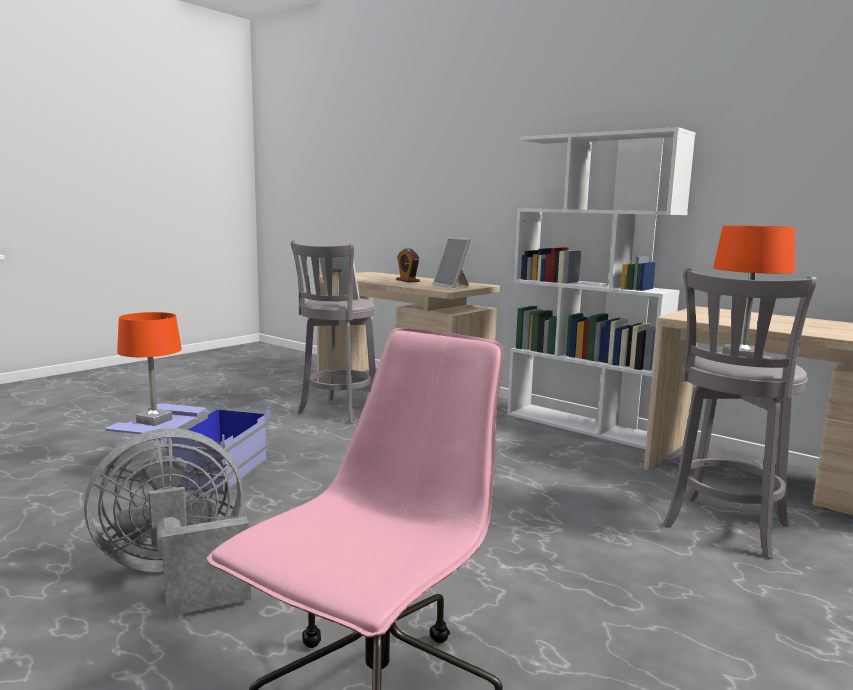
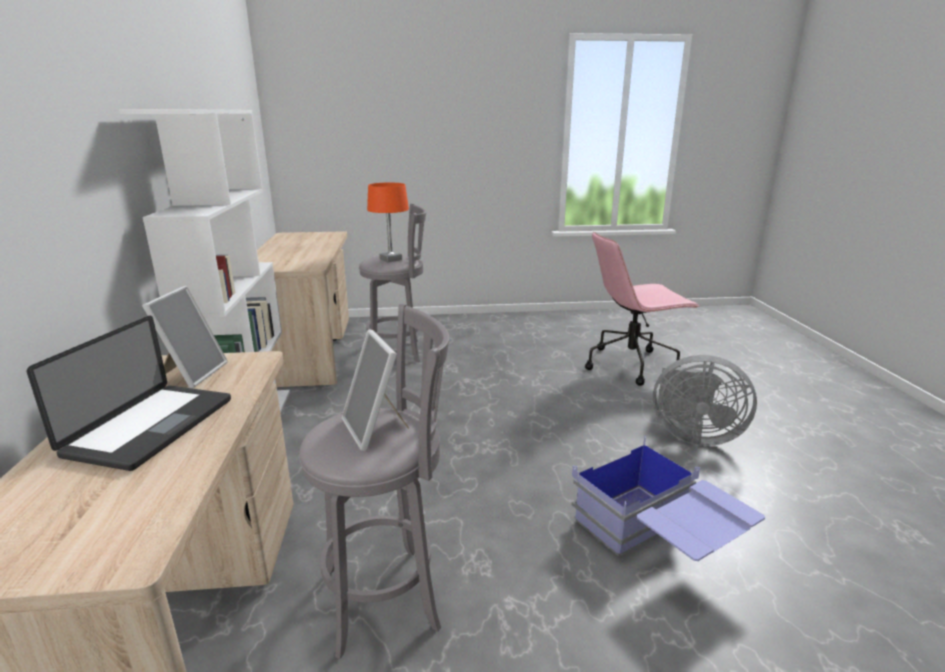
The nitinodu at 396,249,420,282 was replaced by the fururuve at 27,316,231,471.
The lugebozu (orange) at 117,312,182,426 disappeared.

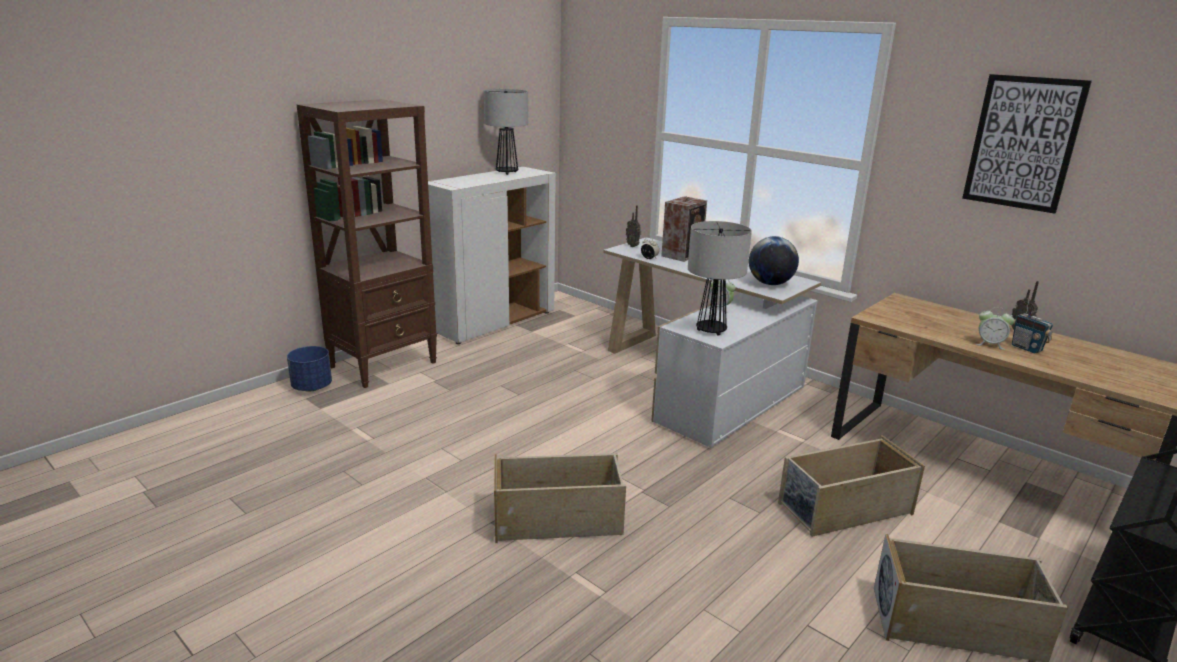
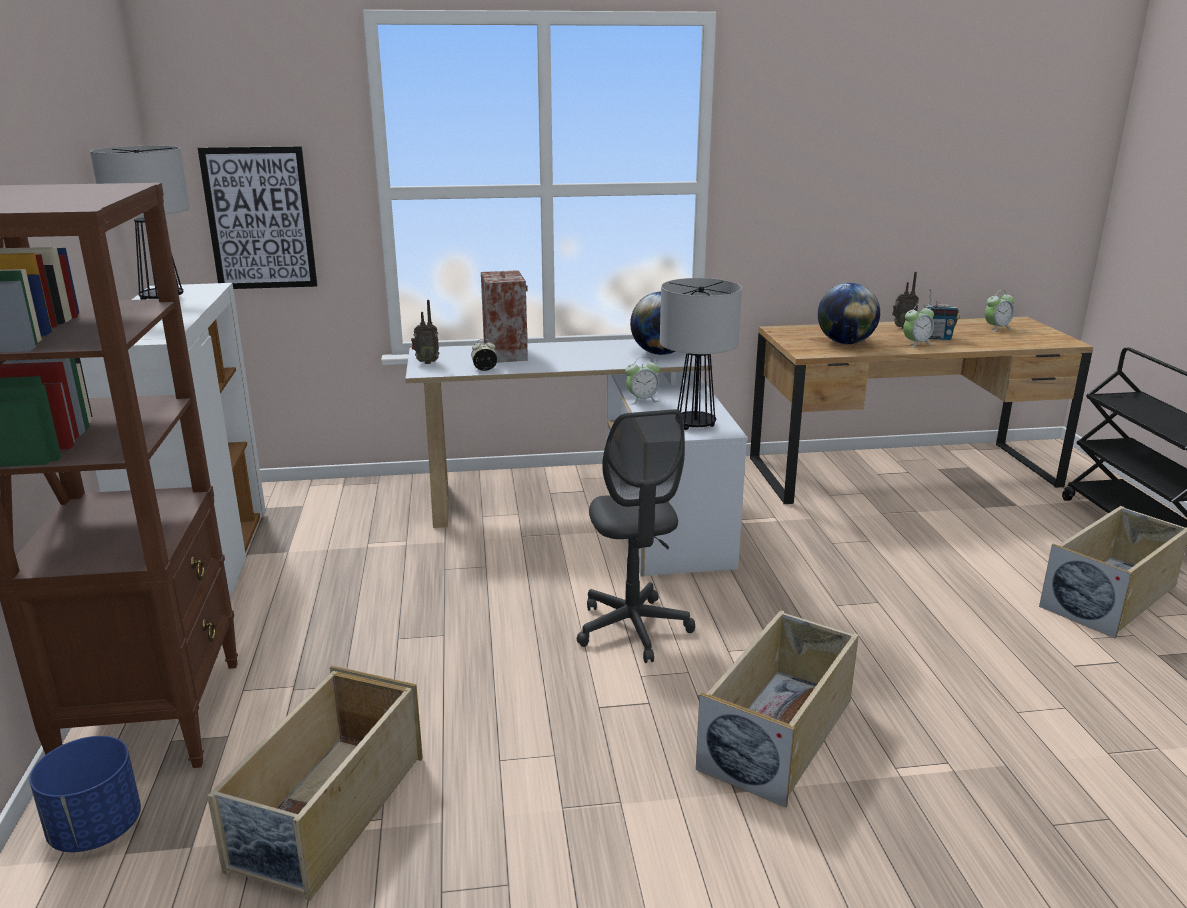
The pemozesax moved from 962,74,1092,214 to 198,146,318,289.
The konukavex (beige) moved from 778,435,925,537 to 207,665,423,900.
The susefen at 818,283,880,344 appeared.
The nitinodu at 985,290,1014,332 appeared.
The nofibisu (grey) at 577,409,695,663 appeared.

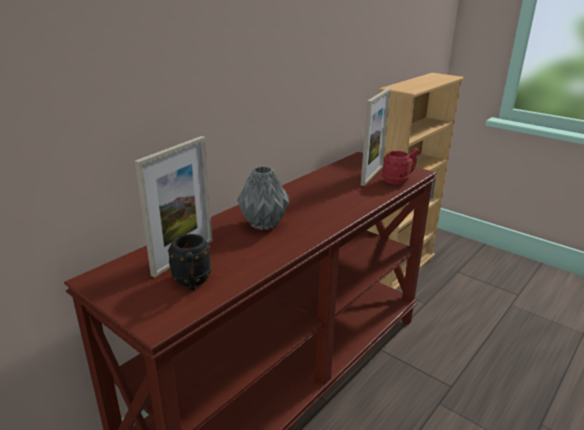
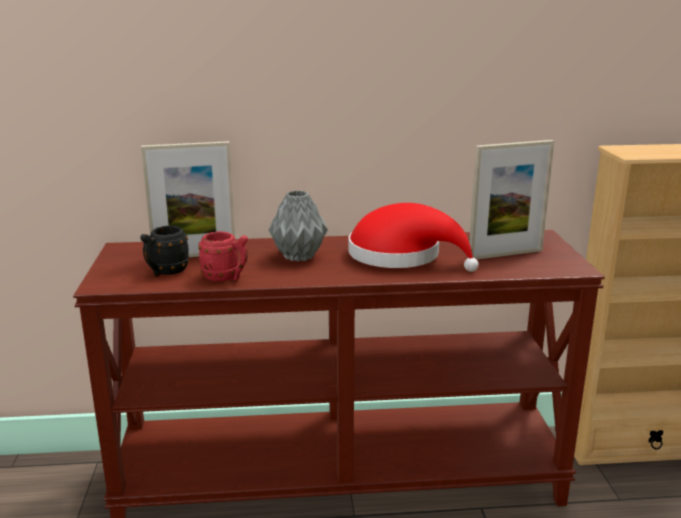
The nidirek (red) moved from 382,148,419,185 to 198,231,248,281.
The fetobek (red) at 348,203,479,272 appeared.

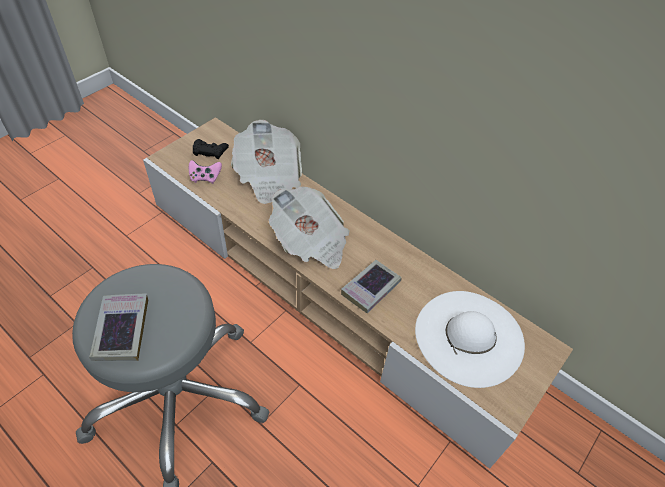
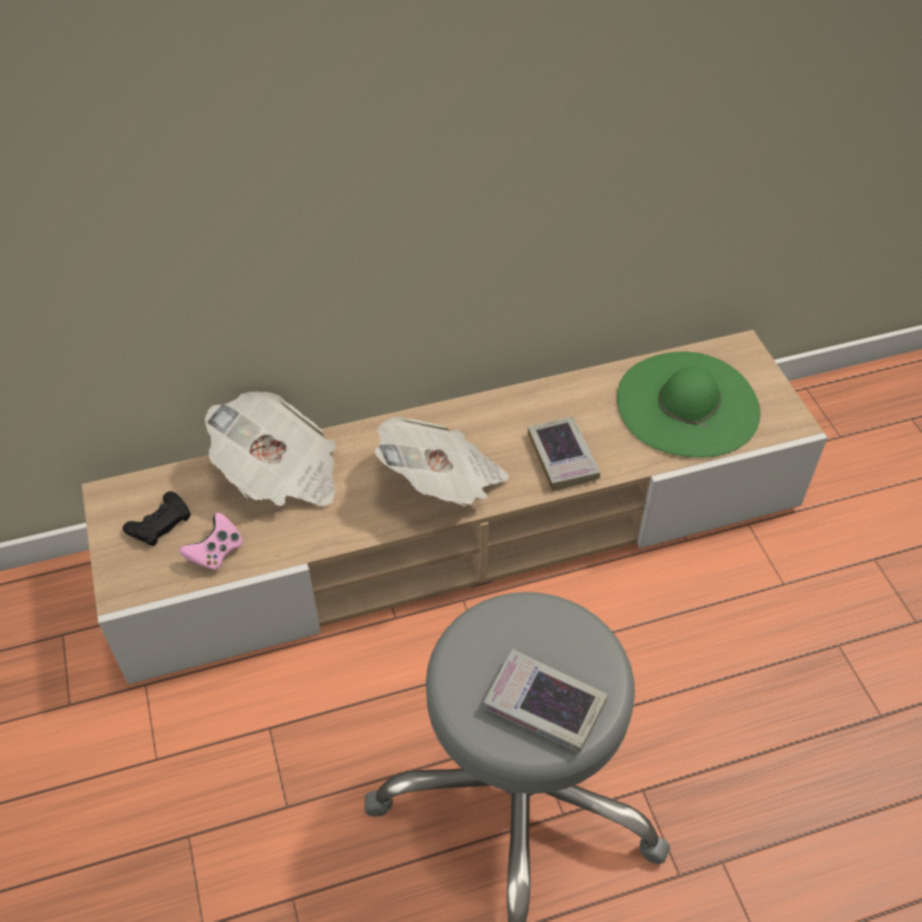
The fetobek (white) at 415,291,525,388 became the fetobek (green) at 617,352,761,457.

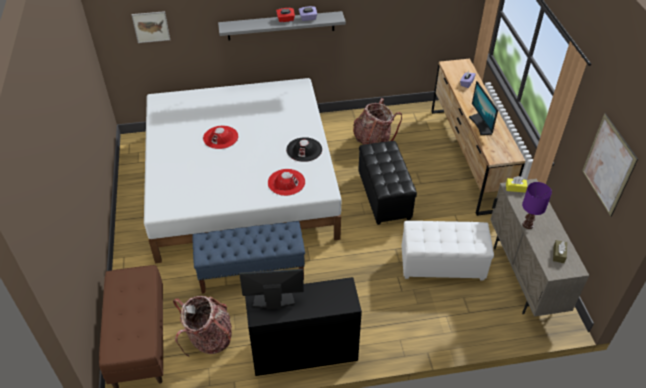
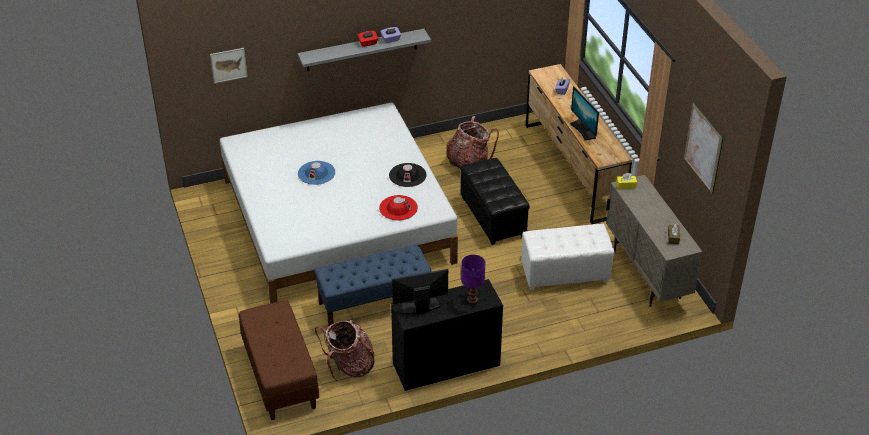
The fetobek (red) at 203,126,238,149 became the fetobek (blue) at 298,161,335,185.
The lugebozu (purple) moved from 522,182,552,229 to 461,255,485,304.

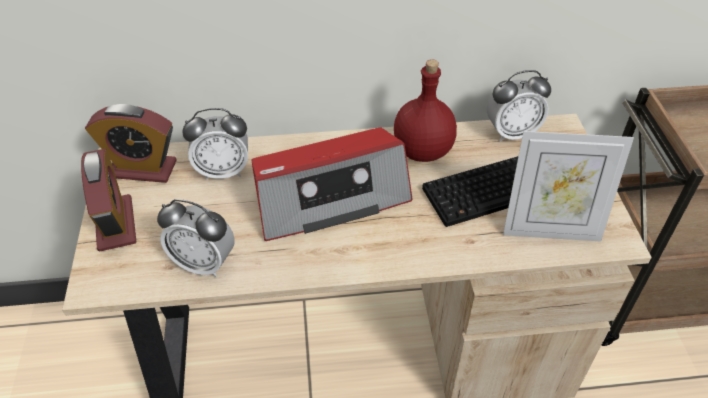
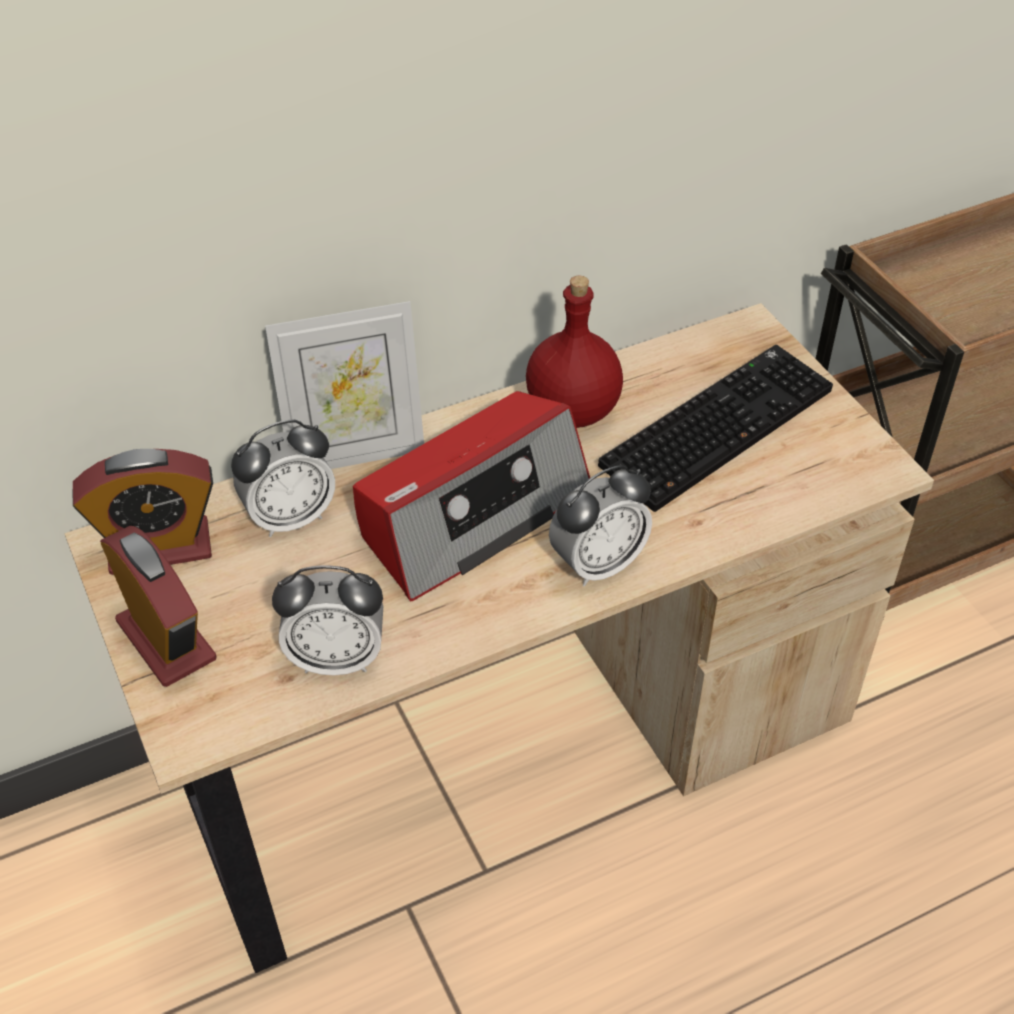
The nitinodu moved from 487,70,551,142 to 549,465,652,586.
The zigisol moved from 503,131,634,241 to 265,301,424,469.

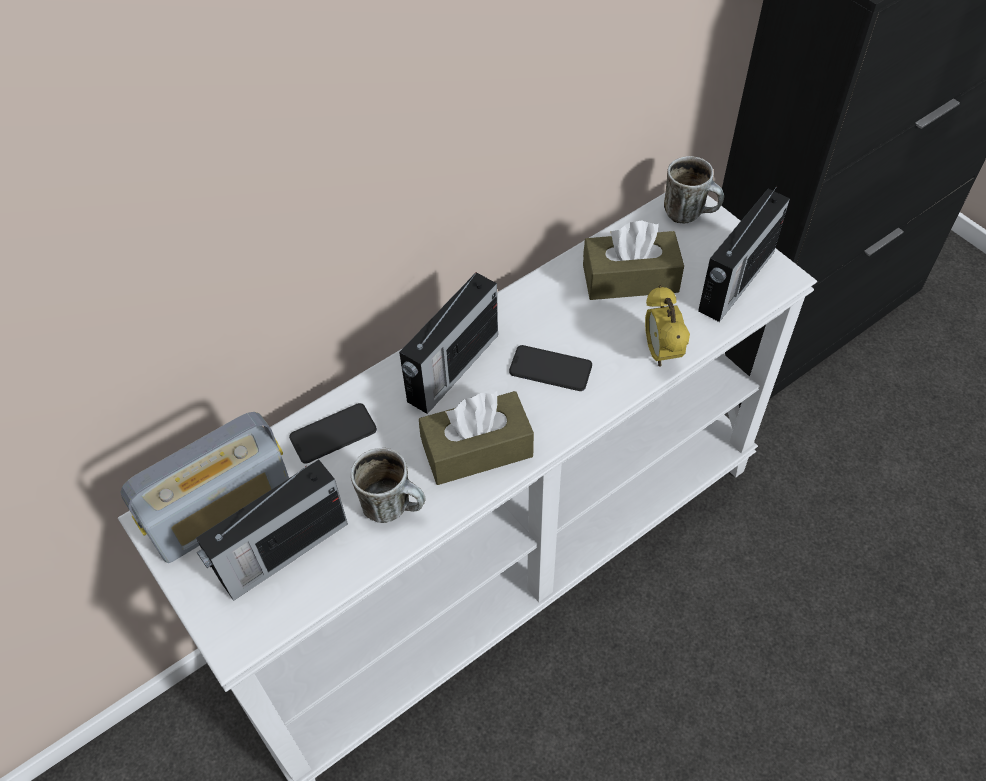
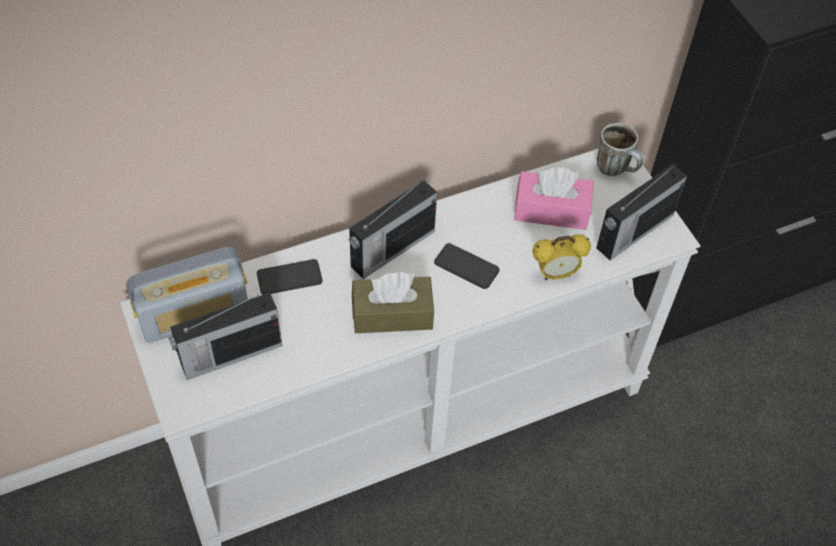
The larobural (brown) at 583,221,684,300 became the larobural (pink) at 514,167,594,230.
The nitinodu at 645,285,690,367 turned 105 degrees counterclockwise.
The nidirek at 351,448,425,523 disappeared.

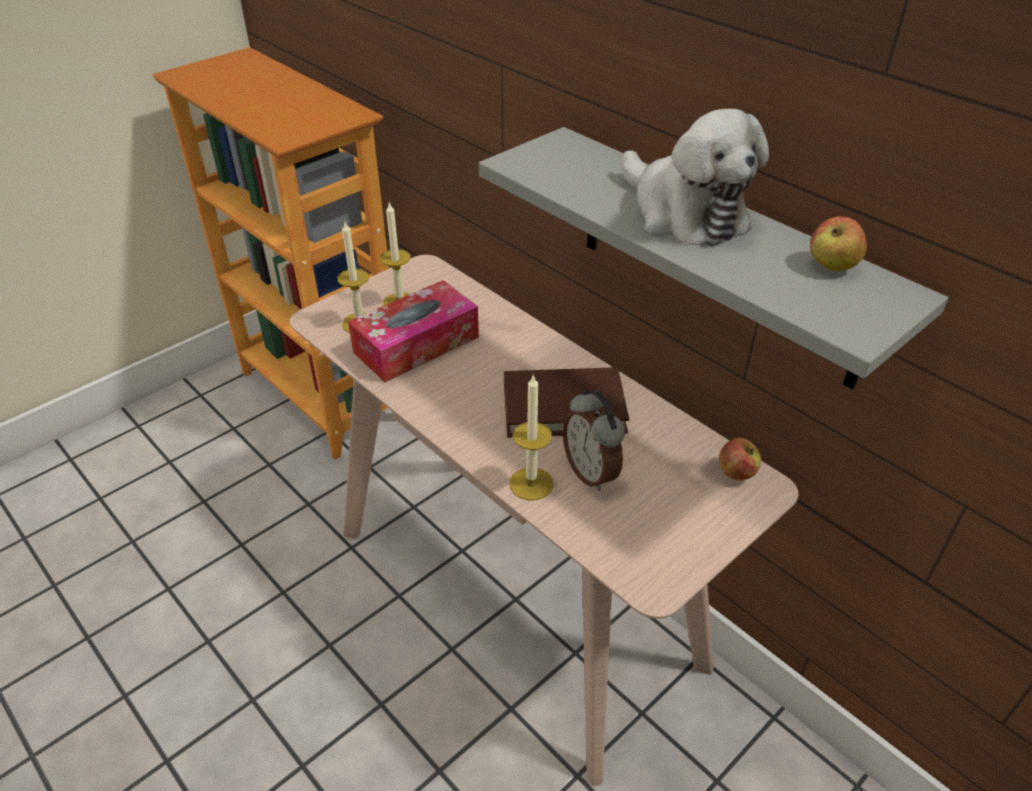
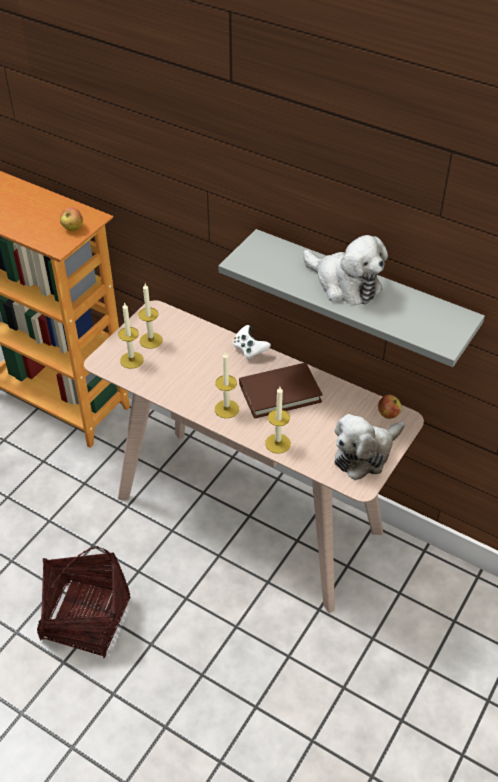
The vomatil moved from 810,216,867,271 to 60,207,83,231.
The larobural at 348,280,479,382 disappeared.
The nitinodu at 562,390,625,491 disappeared.
The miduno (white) at 232,325,271,360 appeared.
The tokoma at 215,351,239,418 appeared.
The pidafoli at 334,414,405,480 appeared.
The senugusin at 37,546,130,658 appeared.

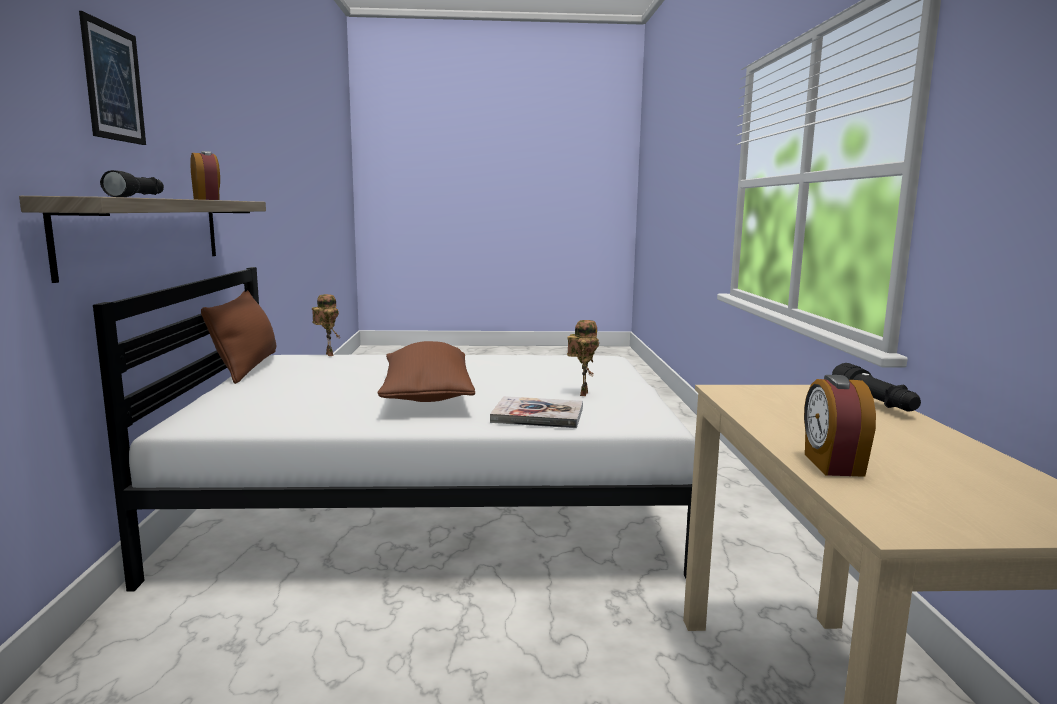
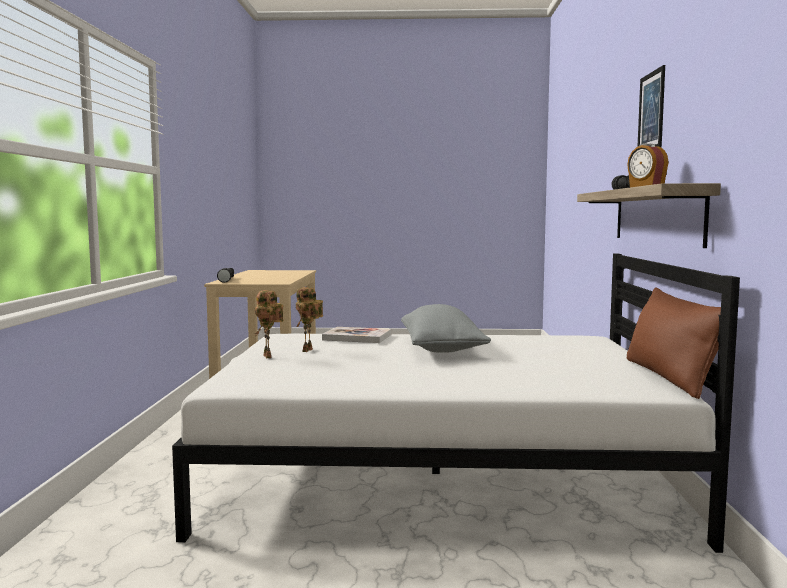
The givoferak moved from 312,294,340,356 to 254,290,284,358.
The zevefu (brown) at 377,341,475,402 became the zevefu (grey) at 401,304,491,353.
The nitinodu at 804,375,876,477 disappeared.

